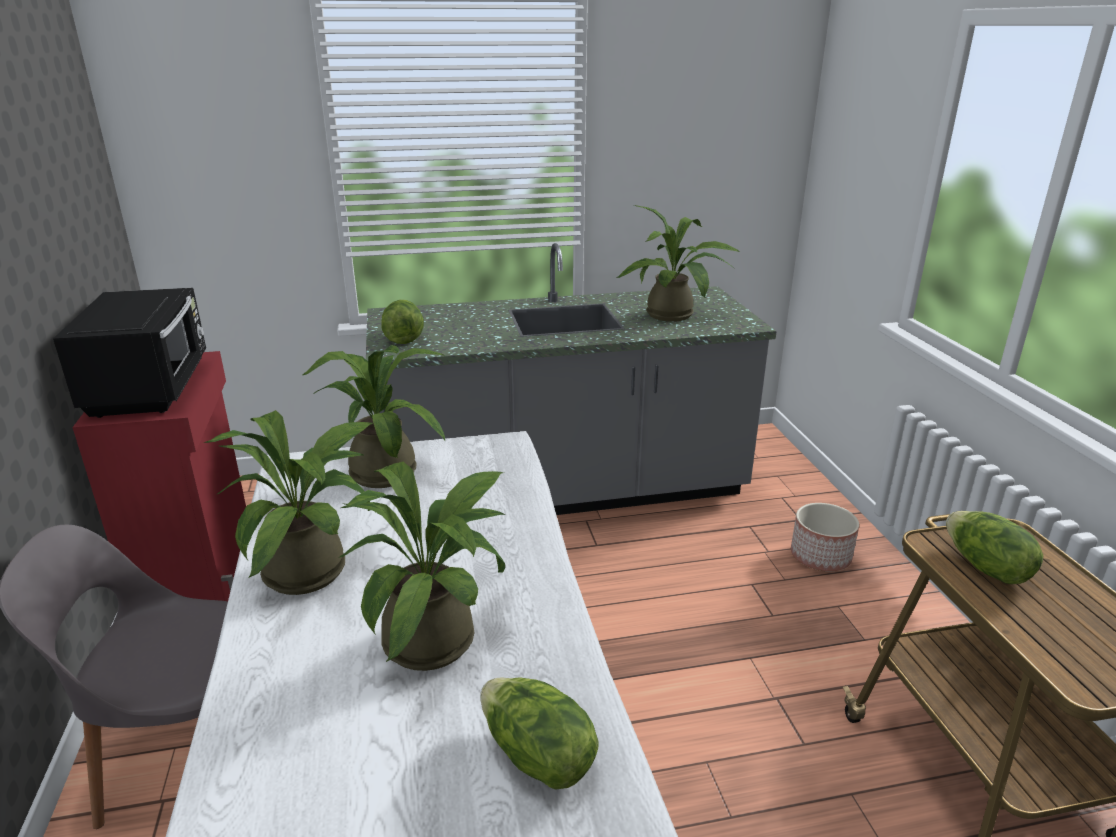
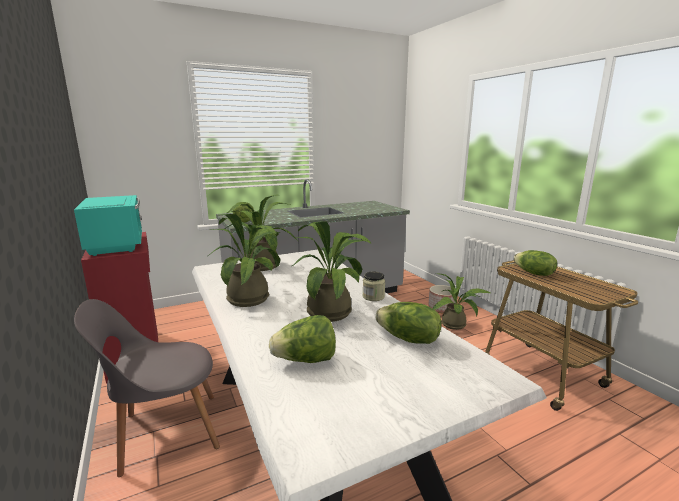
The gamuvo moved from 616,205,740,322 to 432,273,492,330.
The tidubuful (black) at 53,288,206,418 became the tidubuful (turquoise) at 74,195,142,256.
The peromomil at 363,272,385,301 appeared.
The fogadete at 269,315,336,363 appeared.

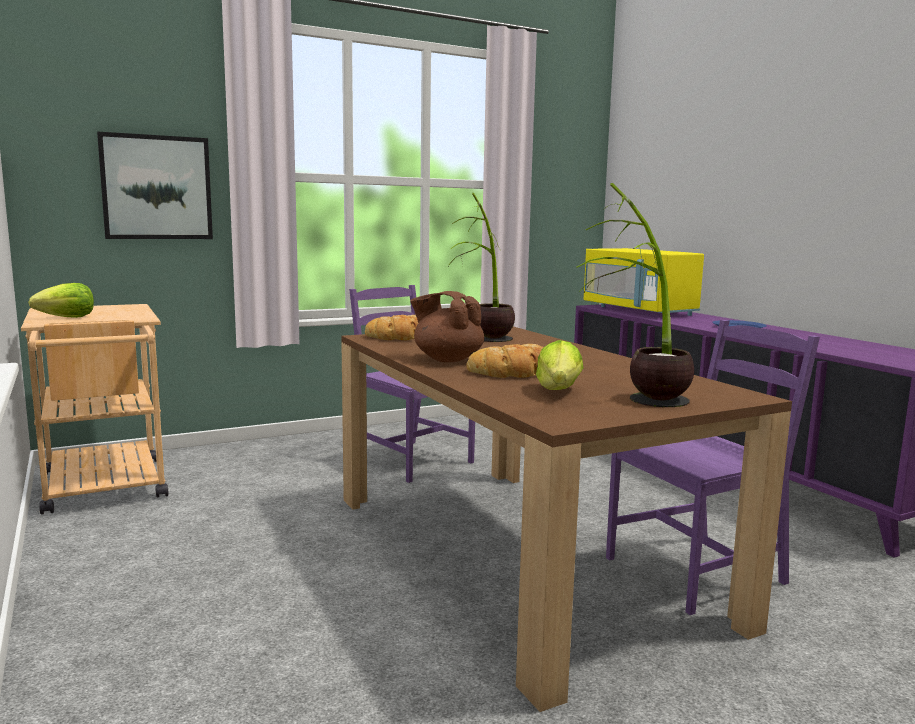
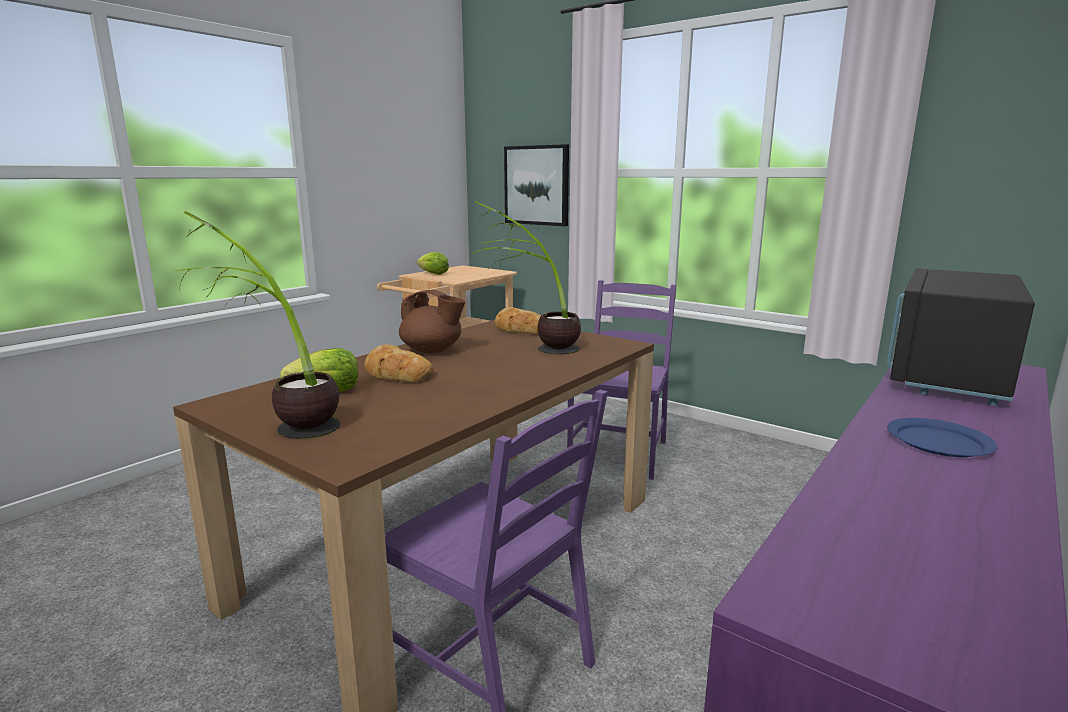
The tidubuful (yellow) at 584,248,704,316 became the tidubuful (black) at 887,268,1035,406.
The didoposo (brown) at 410,291,484,362 turned 105 degrees clockwise.

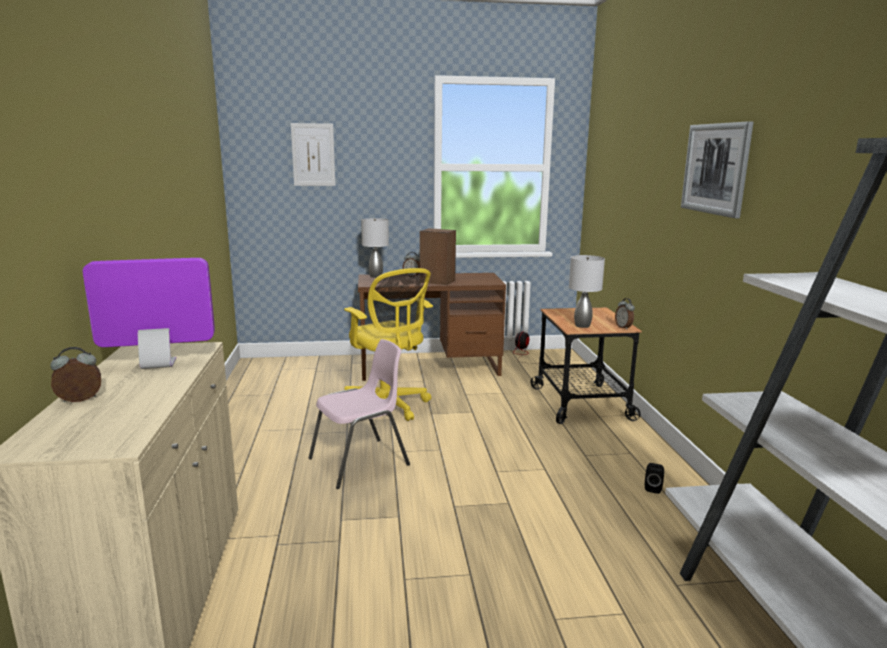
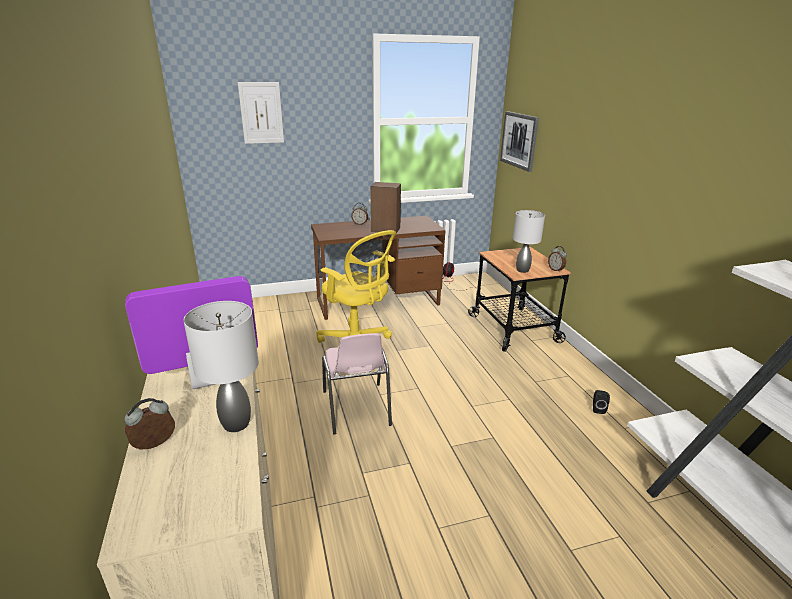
The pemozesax moved from 681,121,754,218 to 500,111,539,172.
The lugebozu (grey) moved from 361,218,389,278 to 183,301,259,432.
The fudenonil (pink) at 309,339,410,489 turned 120 degrees clockwise.

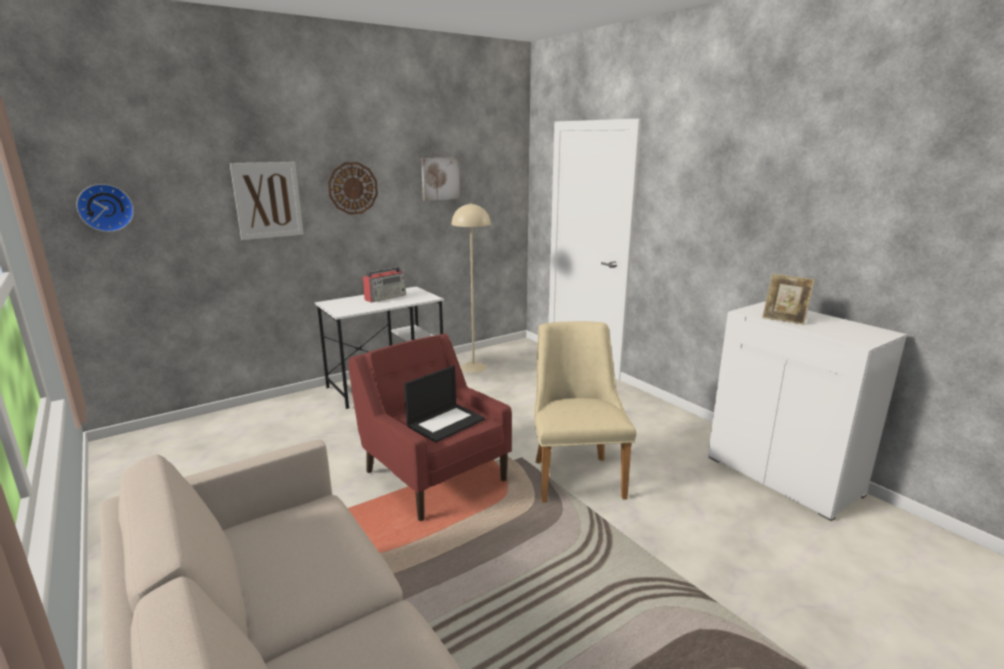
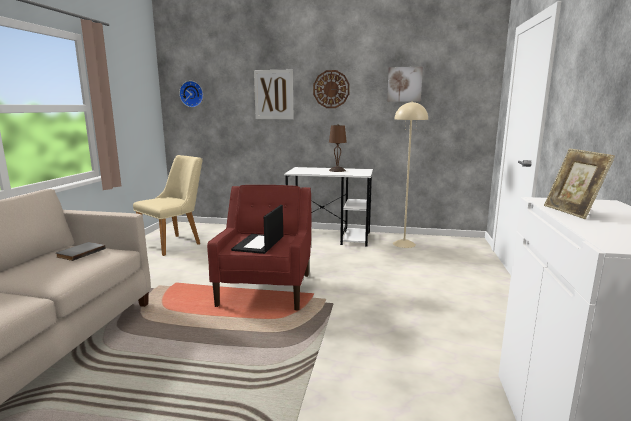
The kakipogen at 363,267,406,303 was replaced by the lugebozu (brown) at 329,124,347,172.
The fudenonil (beige) moved from 534,321,636,503 to 133,155,202,256.
The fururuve at 404,366,485,443 turned 105 degrees clockwise.
The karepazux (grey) at 56,242,106,261 appeared.

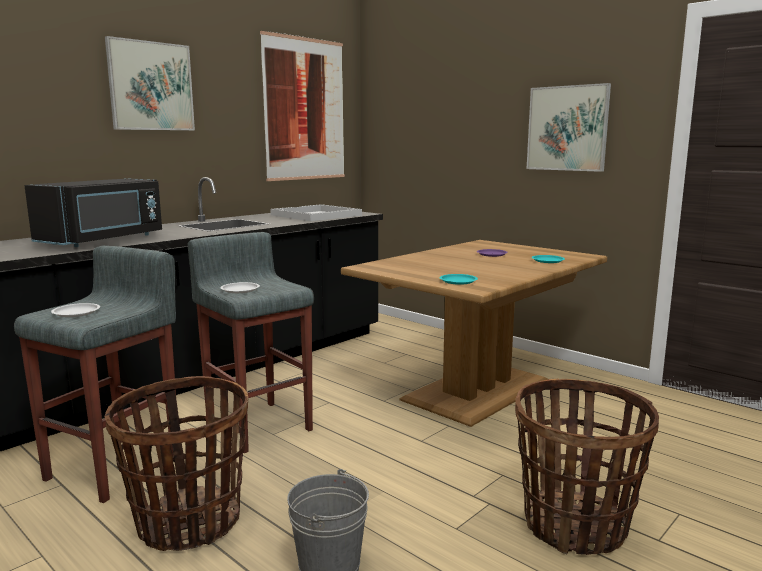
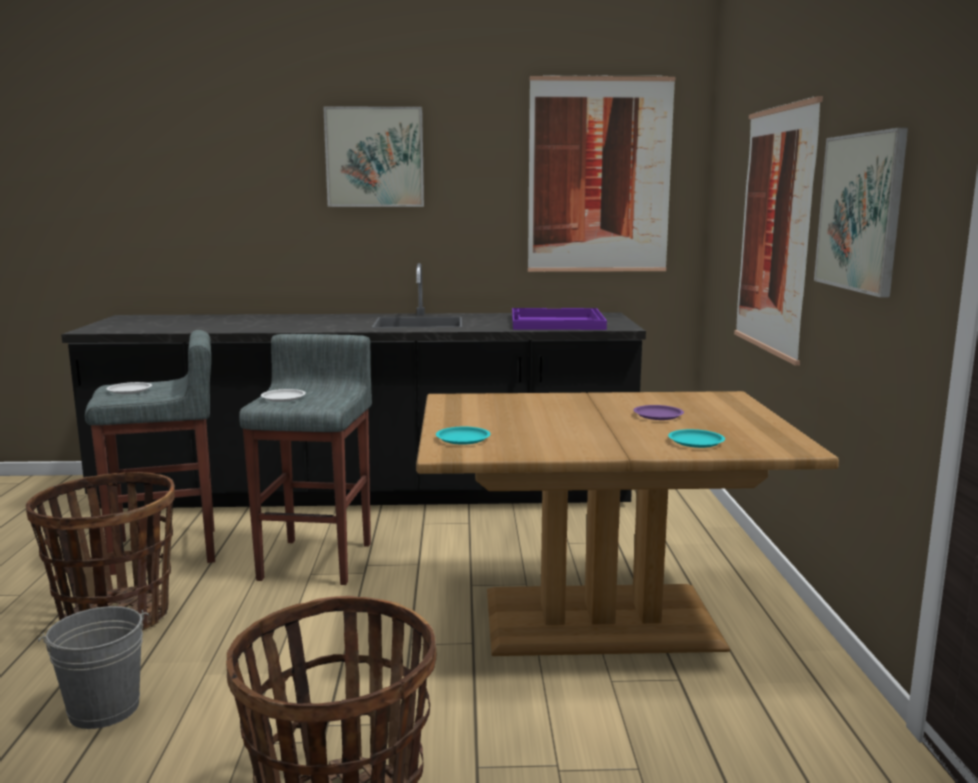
The tidubuful (black) at 25,178,162,247 disappeared.
The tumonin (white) at 271,204,362,221 became the tumonin (purple) at 512,308,607,330.
The pemozesax at 734,96,823,365 appeared.

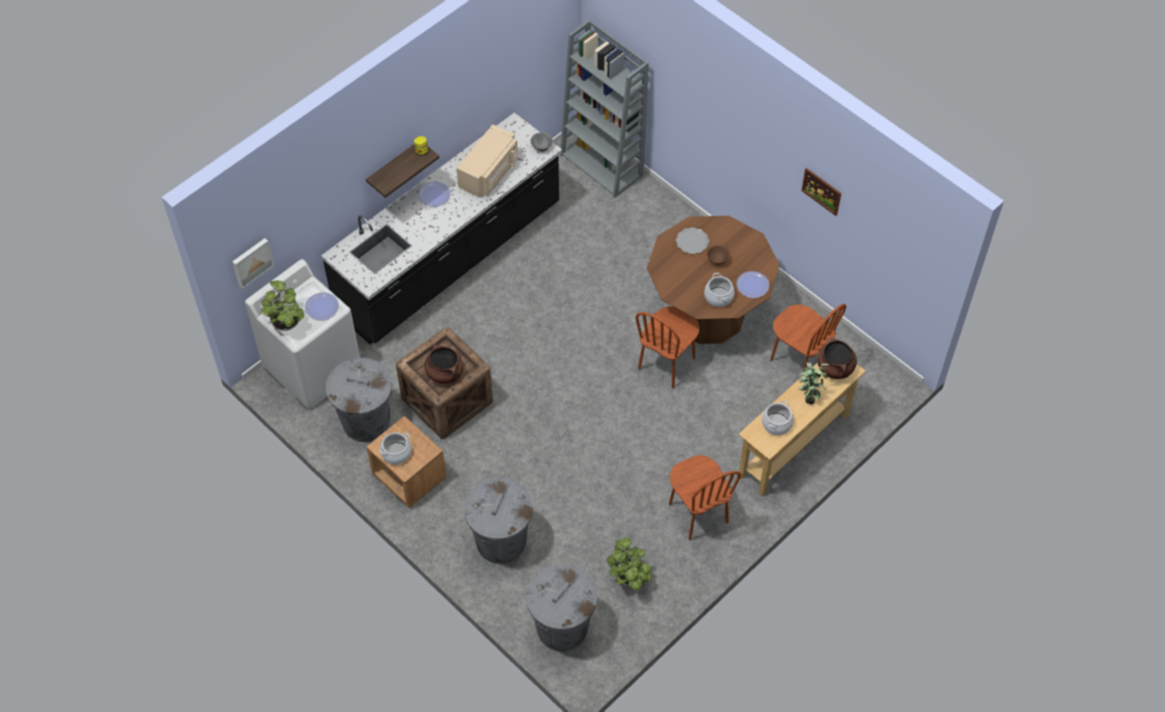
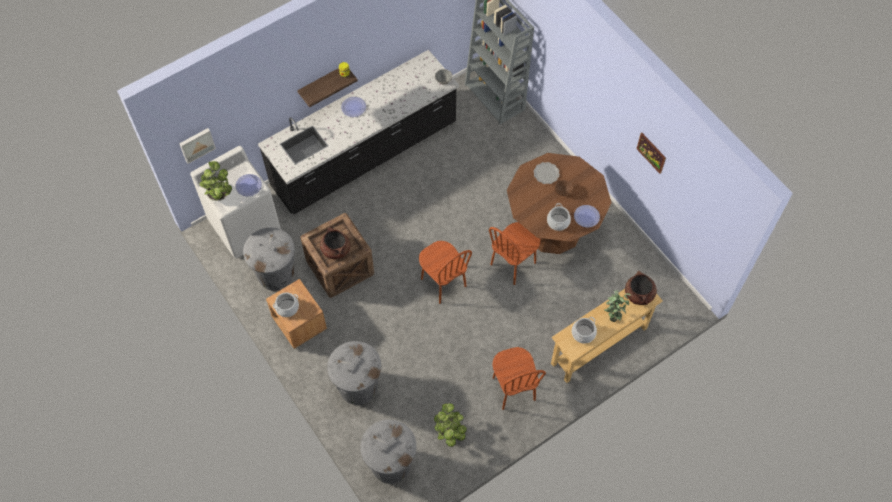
The tidubuful (beige) at 456,124,518,198 disappeared.
The fudenonil (brown) moved from 770,304,846,376 to 419,241,472,304.

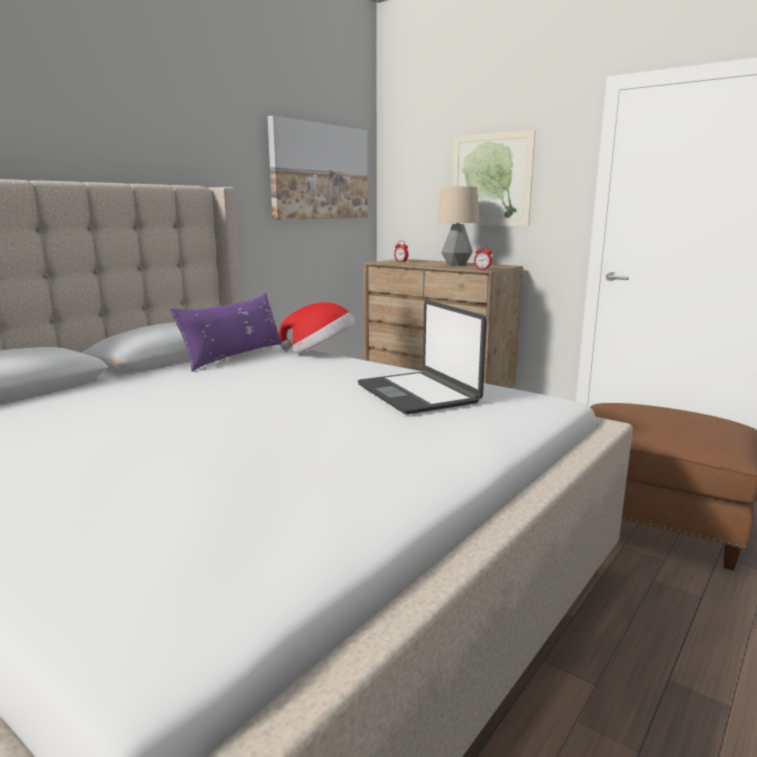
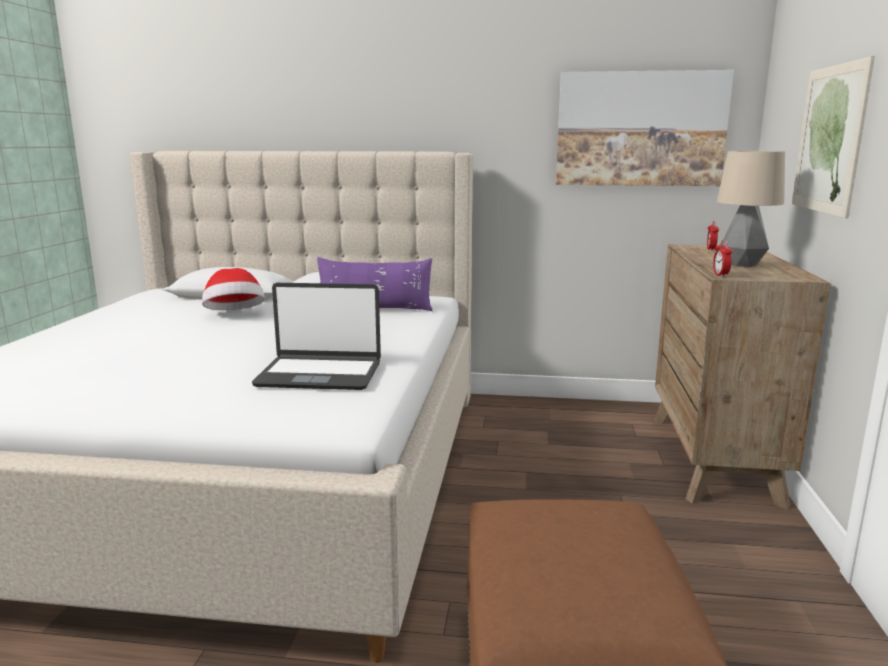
The fururuve at 358,300,487,415 turned 120 degrees counterclockwise.
The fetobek moved from 279,302,356,353 to 202,268,265,310.

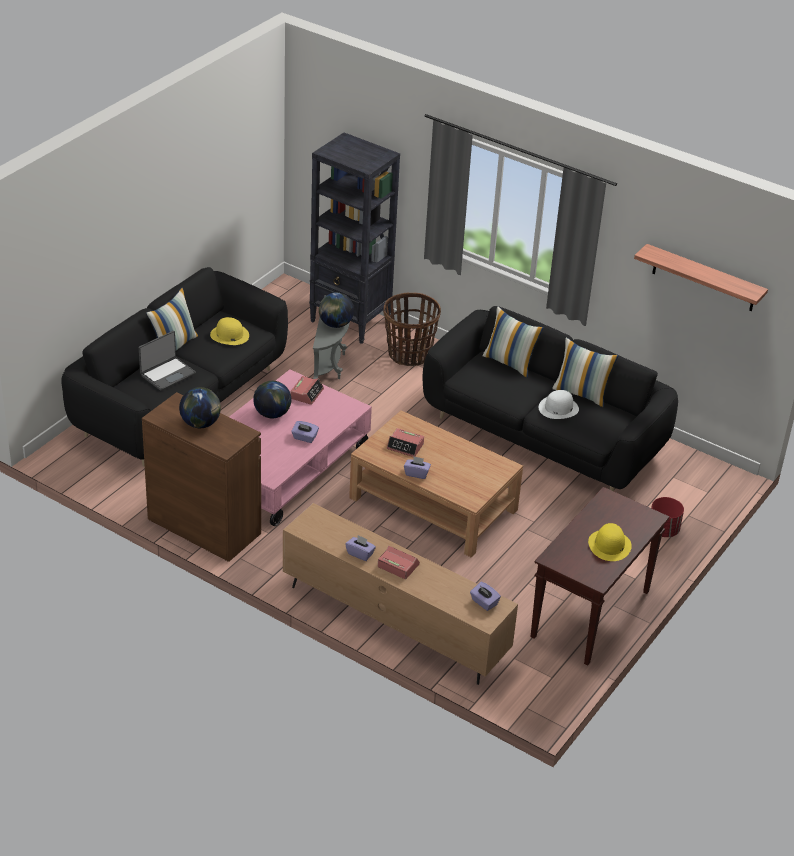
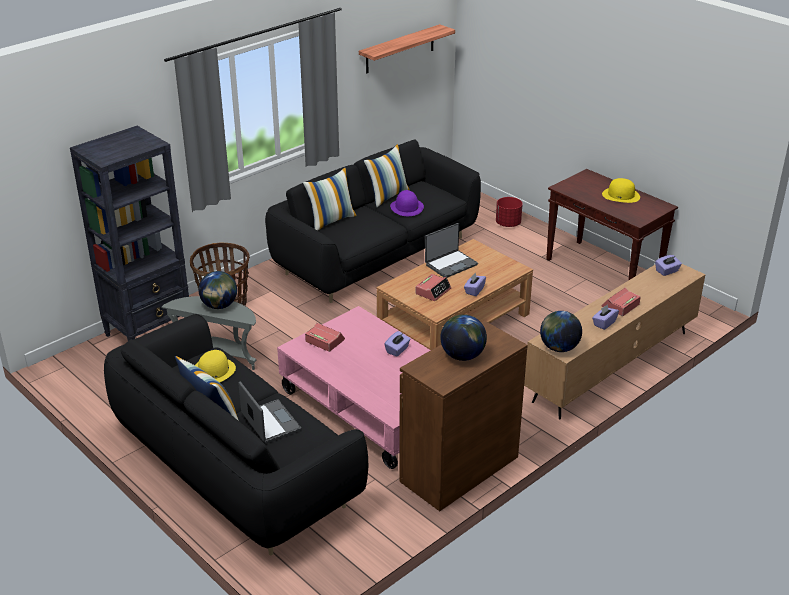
The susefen moved from 253,381,291,418 to 540,311,582,352.
The fetobek (white) at 538,390,579,419 became the fetobek (purple) at 390,190,424,216.
The fururuve at 425,223,478,278 appeared.

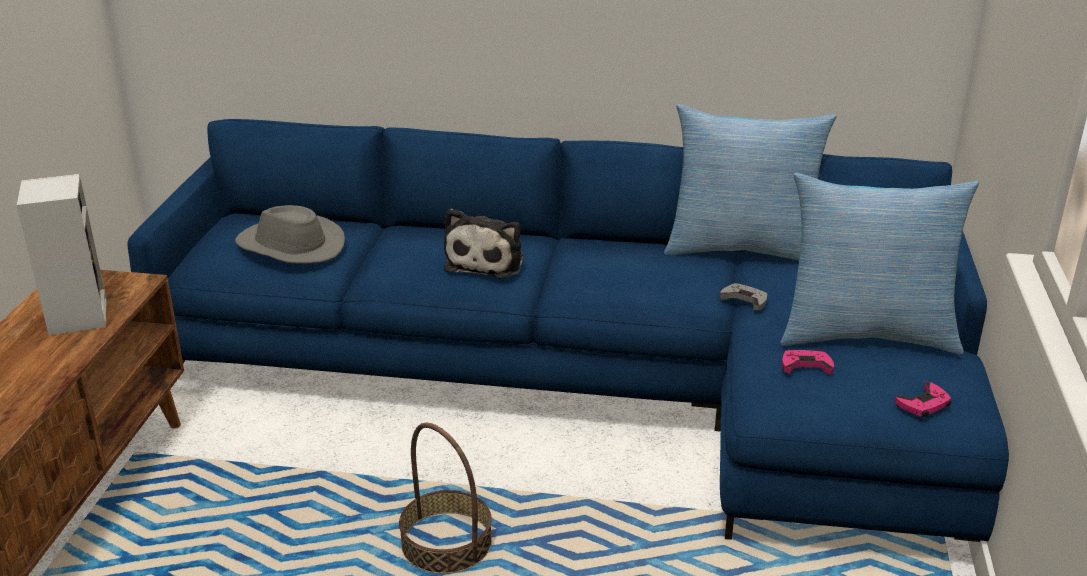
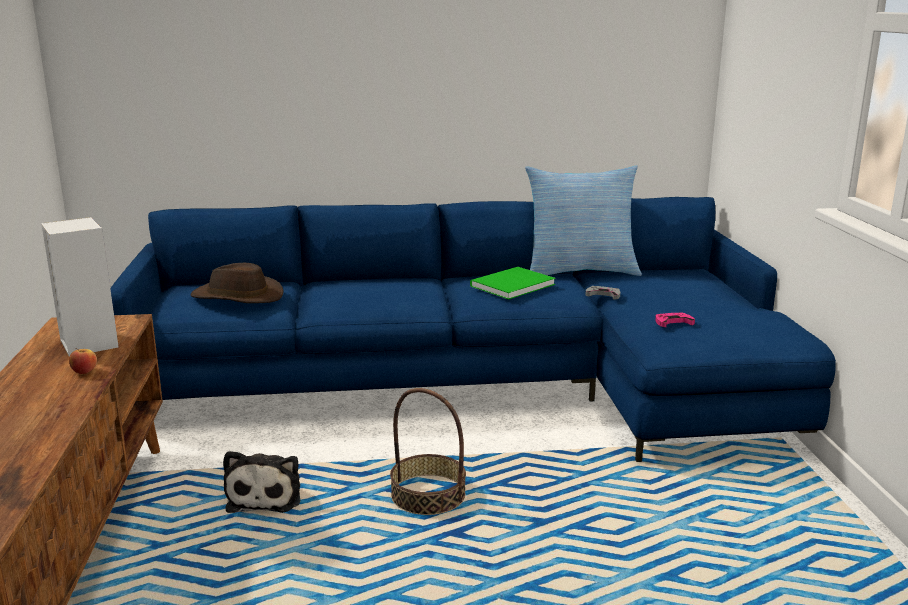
The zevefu at 780,173,979,354 disappeared.
The fetobek (grey) at 235,205,345,264 became the fetobek (brown) at 190,263,284,303.
The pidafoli moved from 444,208,523,279 to 223,451,300,513.
The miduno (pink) at 895,382,951,417 disappeared.
The karepazux (green) at 470,267,555,300 appeared.
The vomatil at 69,348,97,374 appeared.

